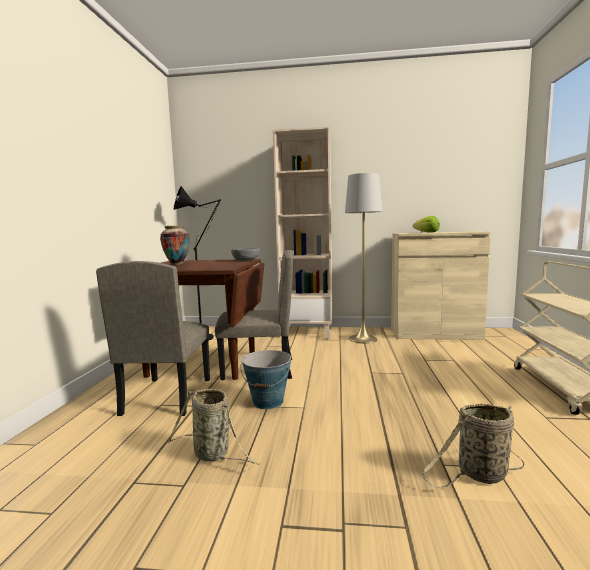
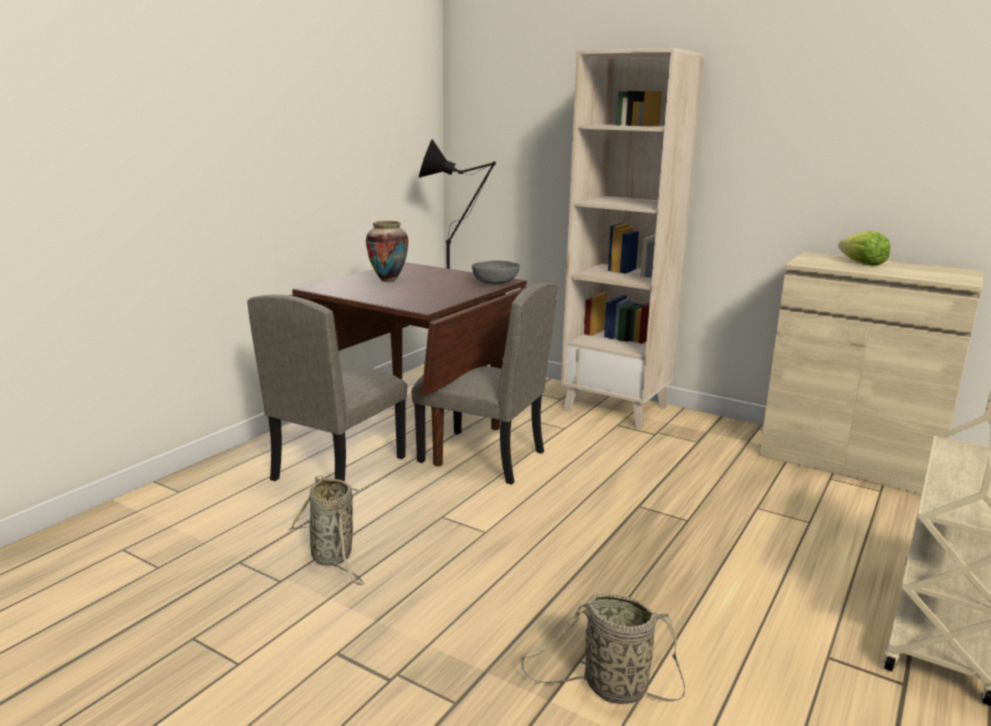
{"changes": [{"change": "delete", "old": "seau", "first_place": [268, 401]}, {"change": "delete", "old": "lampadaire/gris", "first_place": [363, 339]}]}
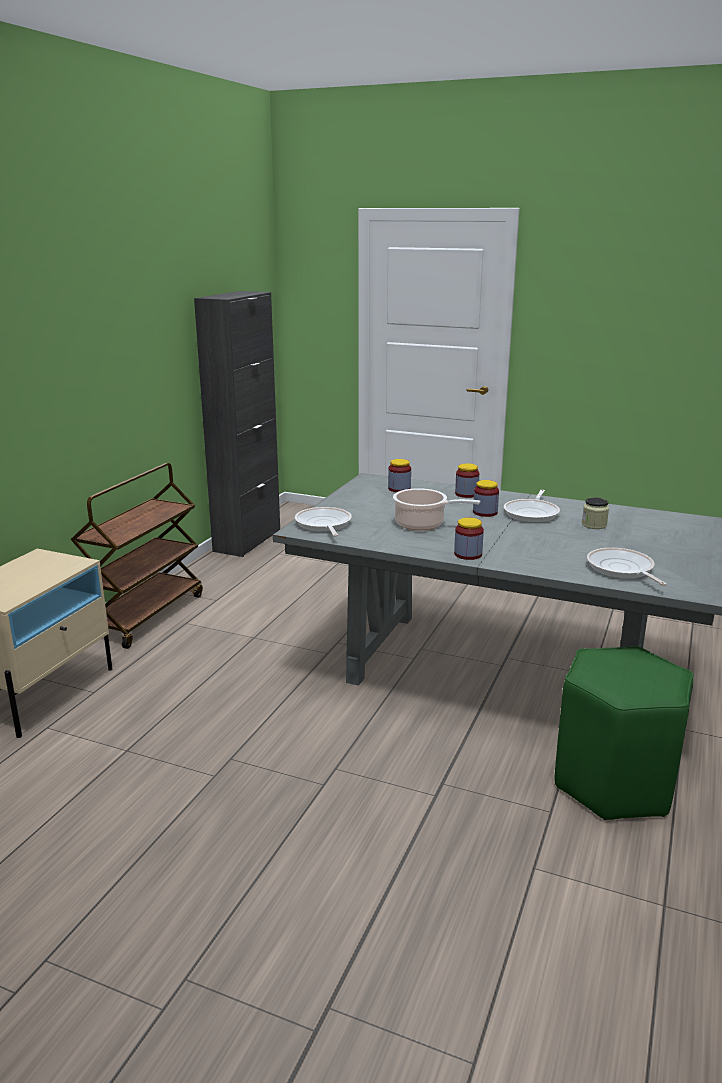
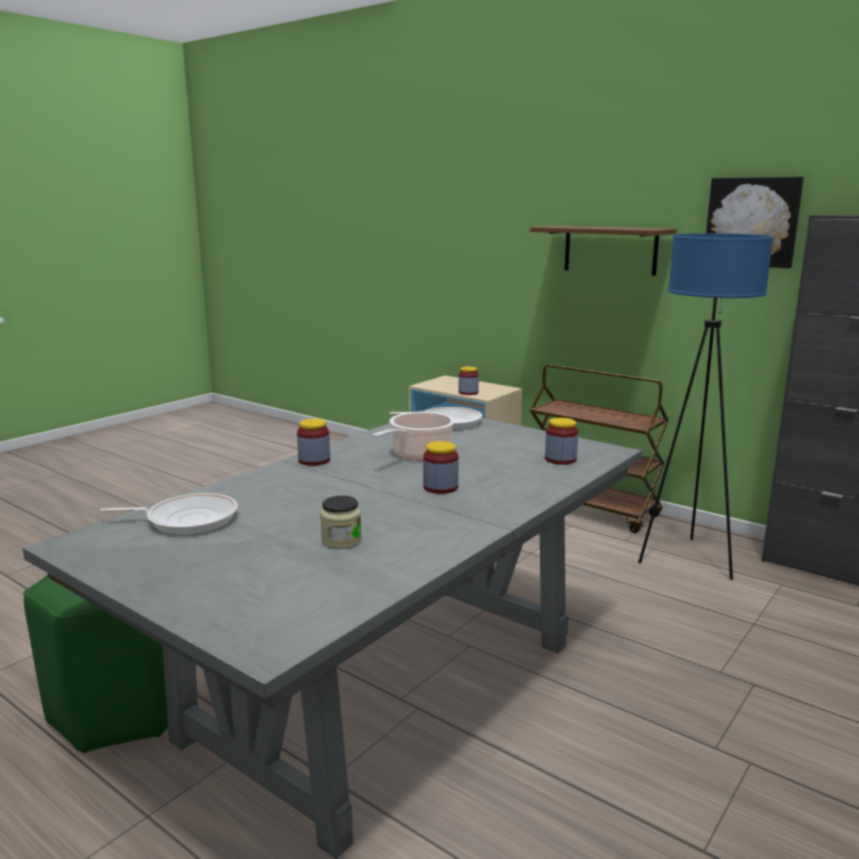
{"changes": [{"change": "delete", "old": "poêle", "first_place": [532, 513]}, {"change": "insert", "new": "étagère/marron", "second_place": [610, 250]}, {"change": "insert", "new": "lampadaire/bleu", "second_place": [687, 559]}, {"change": "insert", "new": "tableau", "second_place": [752, 222]}, {"change": "move", "old": "bocal", "first_place": [466, 494], "second_place": [468, 392]}]}
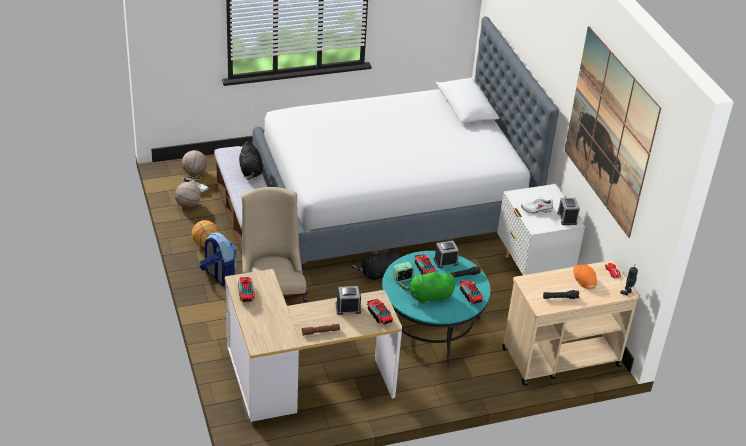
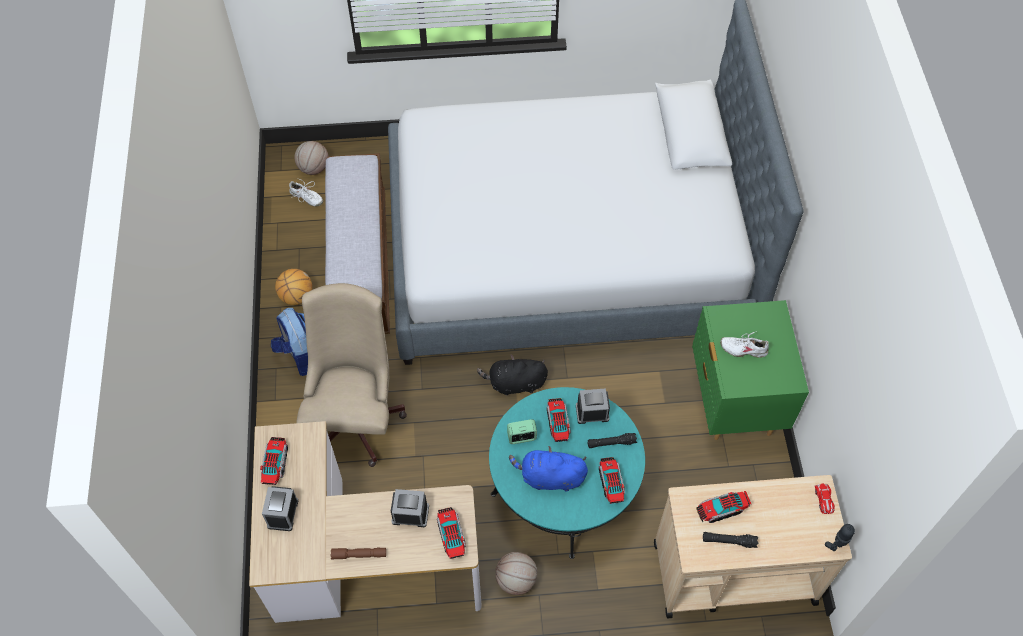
{"changes": [{"change": "delete", "old": "peluche/noir", "first_place": [251, 171]}, {"change": "delete", "old": "tableau", "first_place": [610, 131]}, {"change": "delete", "old": "casquette/orange", "first_place": [584, 278]}, {"change": "insert", "new": "camion jouet", "second_place": [721, 509]}, {"change": "move", "old": "ballon de basket", "first_place": [188, 205], "second_place": [516, 580]}, {"change": "move", "old": "réveil", "first_place": [567, 218], "second_place": [283, 513]}, {"change": "recolor", "old": "peluche/vert", "new": "peluche/bleu", "first_place": [428, 297], "second_place": [550, 477]}, {"change": "recolor", "old": "table de chevet/blanc", "new": "table de chevet/vert", "first_place": [532, 270], "second_place": [734, 403]}]}
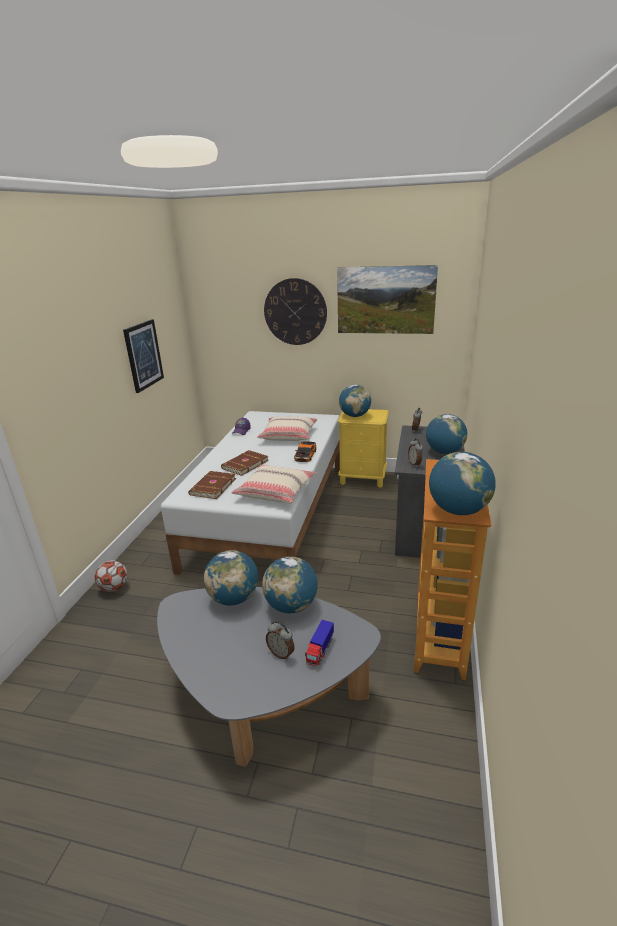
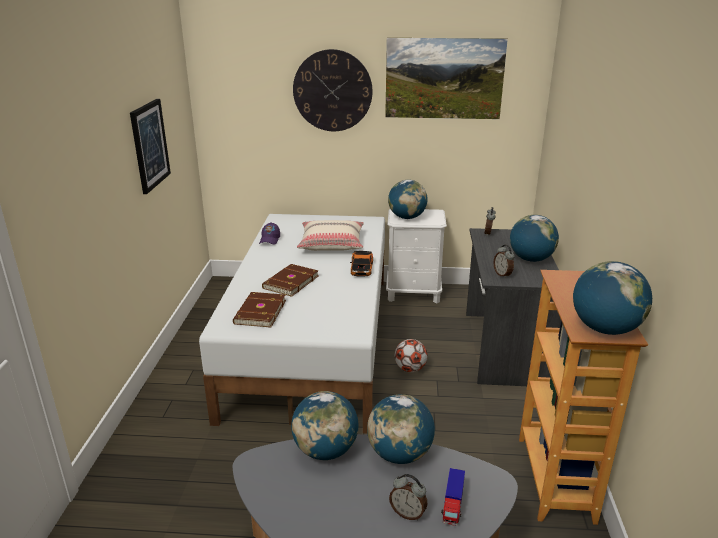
{"changes": [{"change": "delete", "old": "coussin/beige", "first_place": [276, 491]}, {"change": "move", "old": "ballon de foot", "first_place": [114, 587], "second_place": [410, 369]}, {"change": "recolor", "old": "table de chevet/jaune", "new": "table de chevet/blanc", "first_place": [363, 478], "second_place": [414, 293]}]}
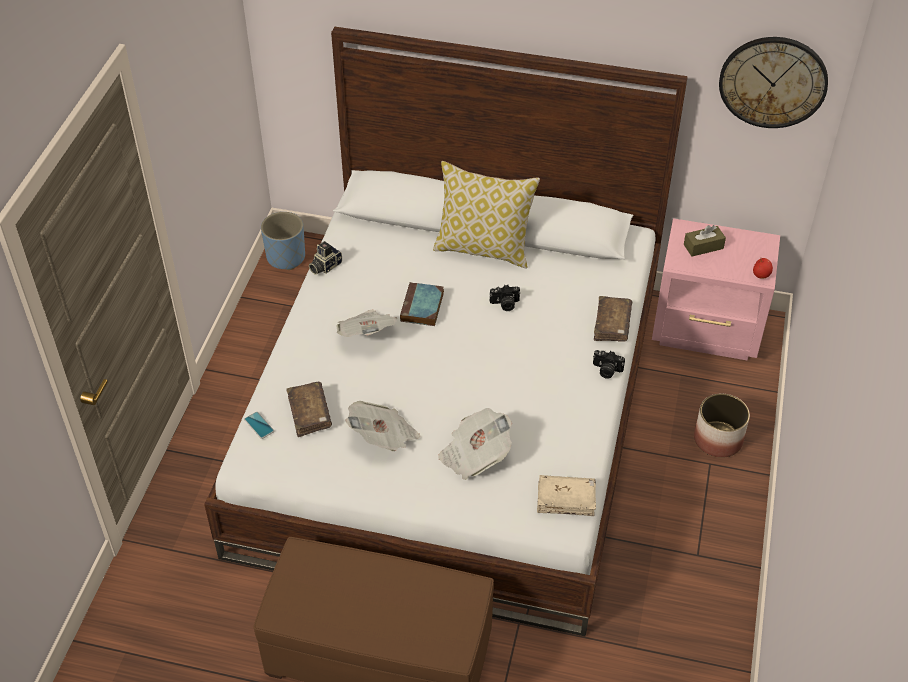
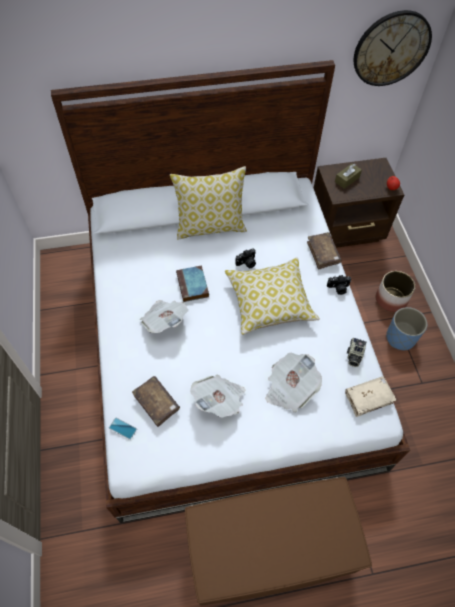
{"changes": [{"change": "insert", "new": "coussin", "second_place": [270, 302]}, {"change": "move", "old": "cache-pot/bleu", "first_place": [286, 257], "second_place": [400, 338]}, {"change": "move", "old": "appareil photo", "first_place": [324, 266], "second_place": [354, 355]}, {"change": "recolor", "old": "table de chevet/rose", "new": "table de chevet/marron", "first_place": [707, 331], "second_place": [346, 230]}]}
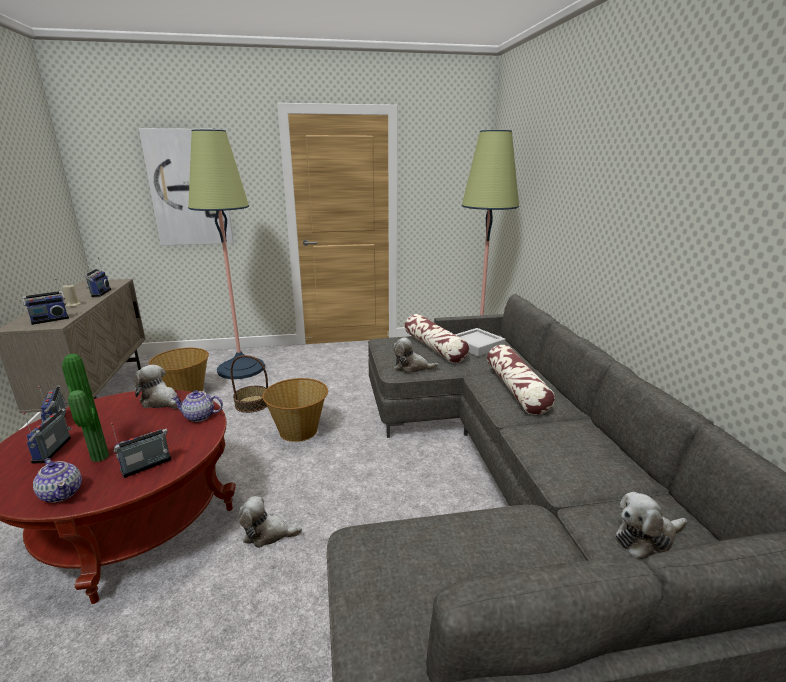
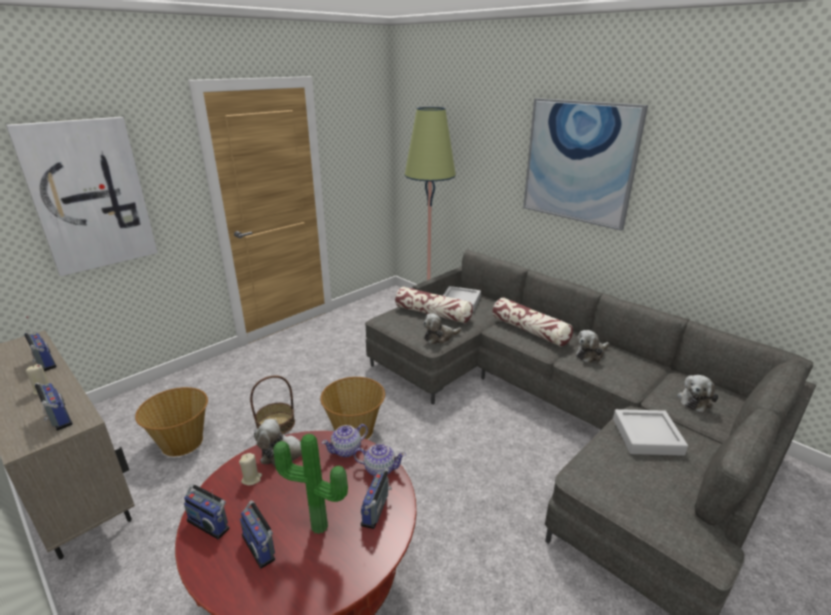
{"changes": [{"change": "delete", "old": "lampadaire", "first_place": [241, 369]}, {"change": "insert", "new": "bougie/beige", "second_place": [251, 479]}, {"change": "insert", "new": "tableau", "second_place": [579, 162]}, {"change": "insert", "new": "plateau/gris", "second_place": [647, 436]}, {"change": "move", "old": "théière", "first_place": [62, 493], "second_place": [379, 468]}, {"change": "move", "old": "peluche", "first_place": [267, 534], "second_place": [590, 354]}, {"change": "rotate", "old": "radio", "first_place": [50, 319], "second_place": [57, 418], "degrees": -60}]}
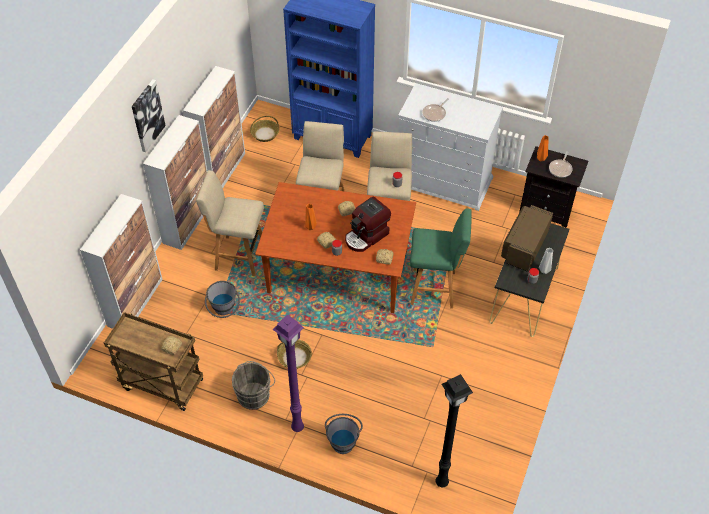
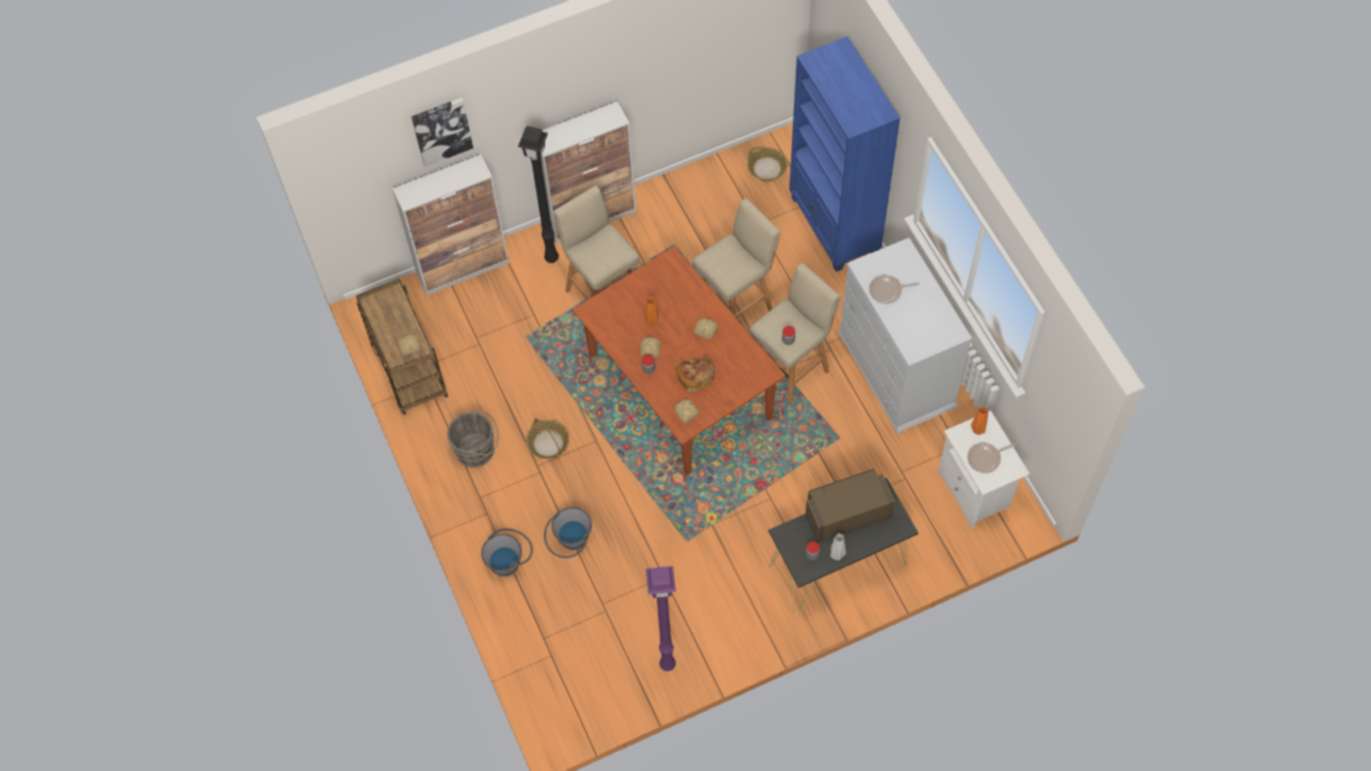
{"changes": [{"change": "delete", "old": "meuble de rangement", "first_place": [222, 172]}, {"change": "delete", "old": "tabouret/vert", "first_place": [435, 288]}, {"change": "move", "old": "tableau", "first_place": [147, 115], "second_place": [442, 130]}, {"change": "move", "old": "seau/gris", "first_place": [224, 311], "second_place": [570, 543]}, {"change": "move", "old": "lampadaire/violet", "first_place": [296, 427], "second_place": [666, 663]}, {"change": "move", "old": "lampadaire/noir", "first_place": [441, 483], "second_place": [550, 259]}, {"change": "replace", "old": "machine à café", "new": "pain", "first_place": [366, 236], "second_place": [695, 375]}, {"change": "recolor", "old": "table de chevet/noir", "new": "table de chevet/blanc", "first_place": [547, 208], "second_place": [975, 491]}]}
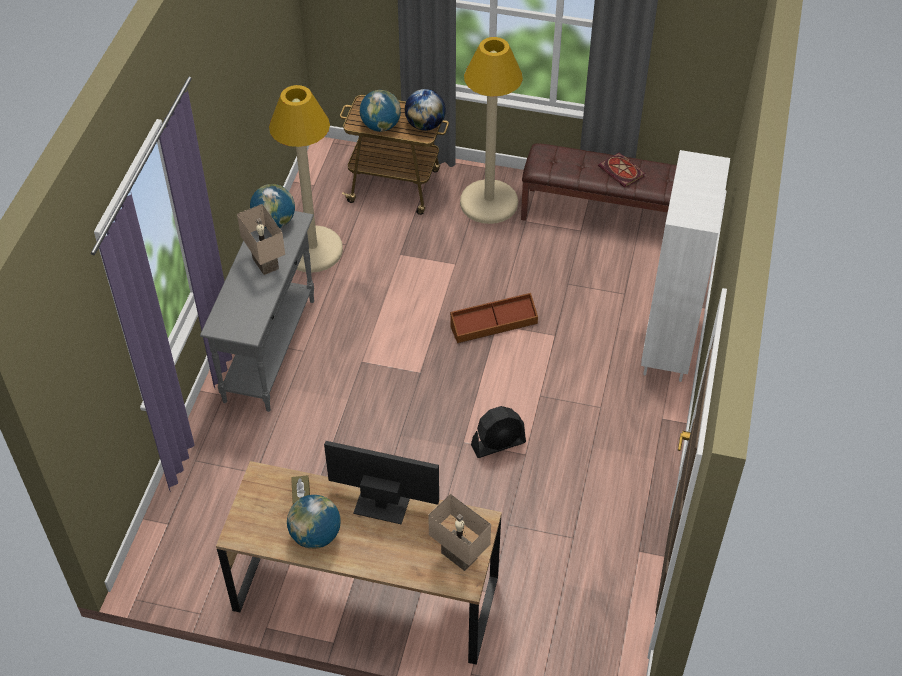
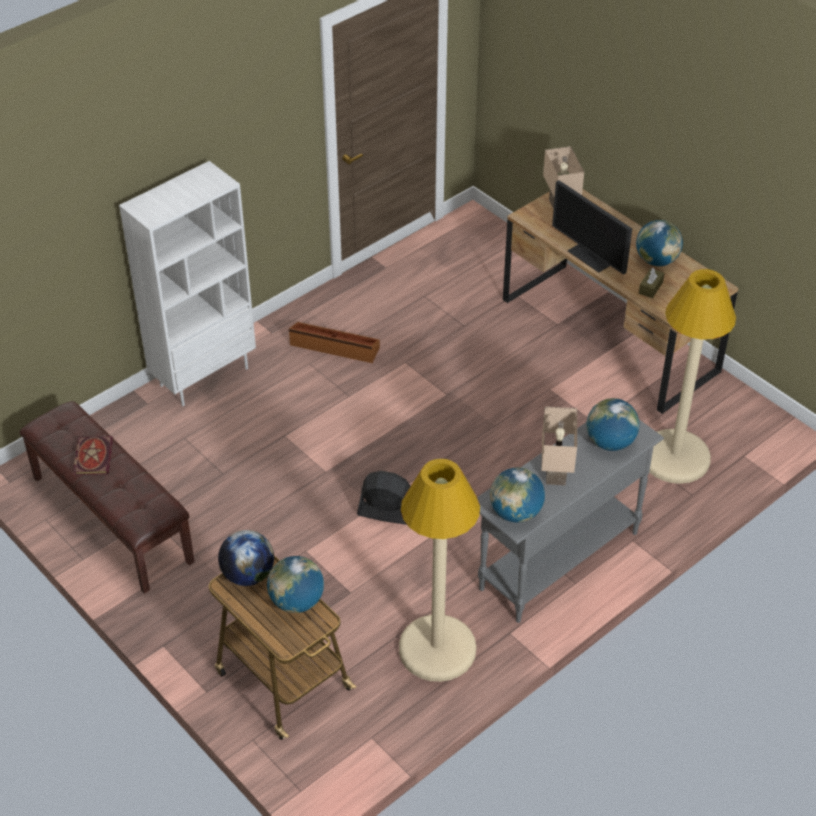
{"changes": [{"change": "insert", "new": "globe", "second_place": [610, 442]}, {"change": "move", "old": "boîte de rangement/marron", "first_place": [493, 324], "second_place": [334, 347]}, {"change": "move", "old": "lampadaire/beige", "first_place": [488, 202], "second_place": [675, 457]}, {"change": "move", "old": "ventilateur/noir", "first_place": [498, 444], "second_place": [386, 513]}]}
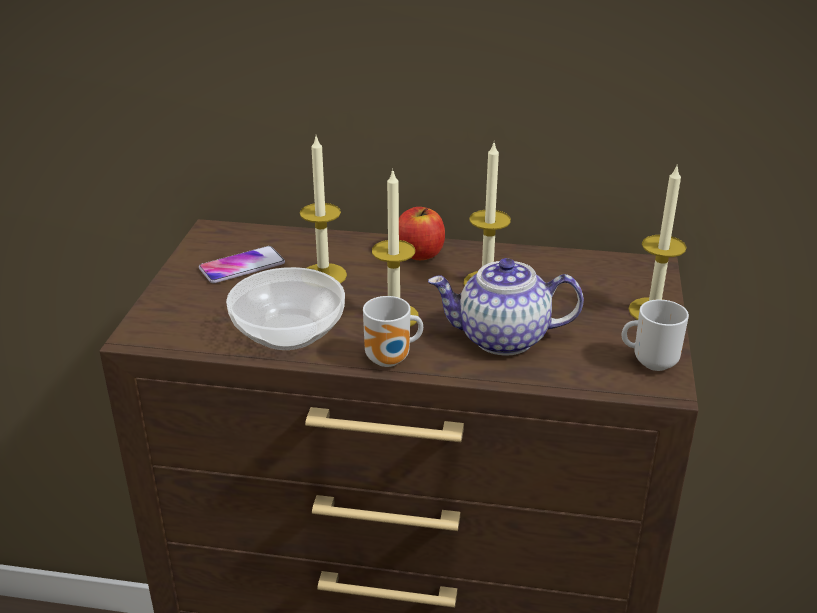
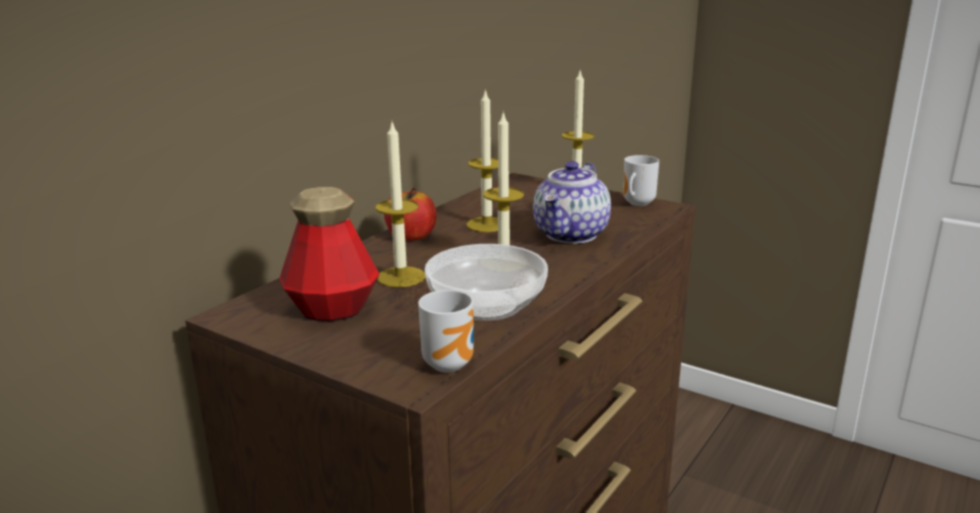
{"changes": [{"change": "move", "old": "mug", "first_place": [391, 360], "second_place": [451, 363]}, {"change": "replace", "old": "téléphone", "new": "bouteille", "first_place": [242, 266], "second_place": [332, 310]}]}
